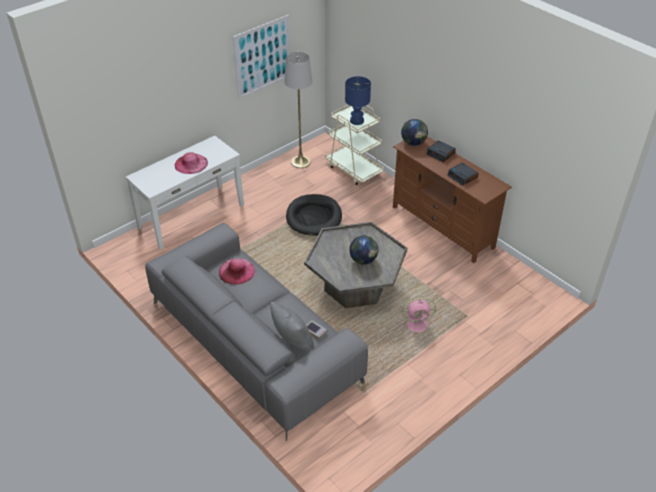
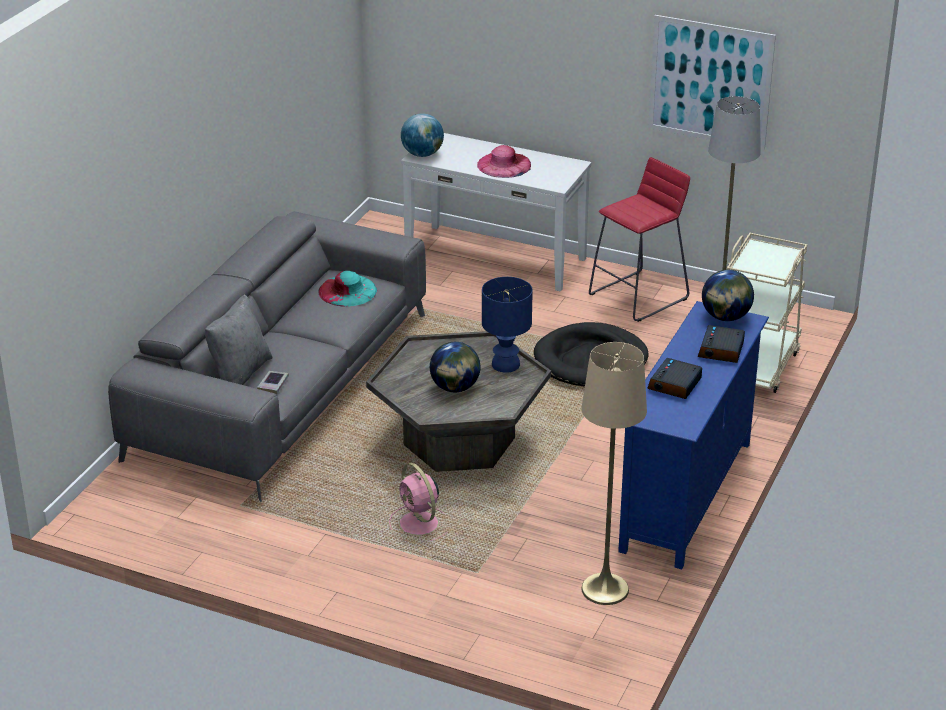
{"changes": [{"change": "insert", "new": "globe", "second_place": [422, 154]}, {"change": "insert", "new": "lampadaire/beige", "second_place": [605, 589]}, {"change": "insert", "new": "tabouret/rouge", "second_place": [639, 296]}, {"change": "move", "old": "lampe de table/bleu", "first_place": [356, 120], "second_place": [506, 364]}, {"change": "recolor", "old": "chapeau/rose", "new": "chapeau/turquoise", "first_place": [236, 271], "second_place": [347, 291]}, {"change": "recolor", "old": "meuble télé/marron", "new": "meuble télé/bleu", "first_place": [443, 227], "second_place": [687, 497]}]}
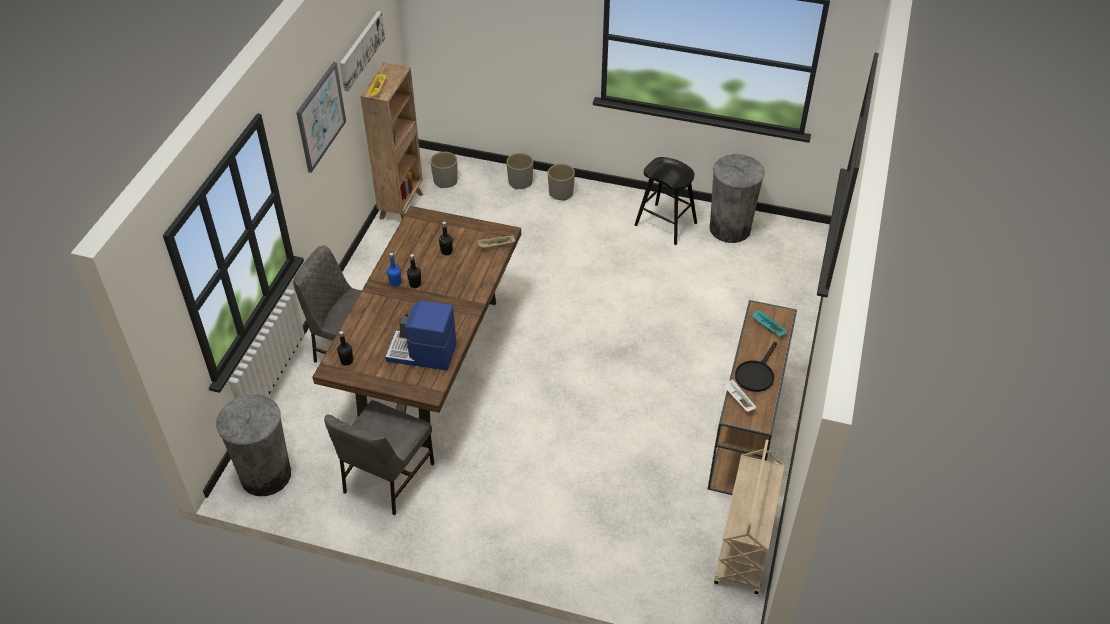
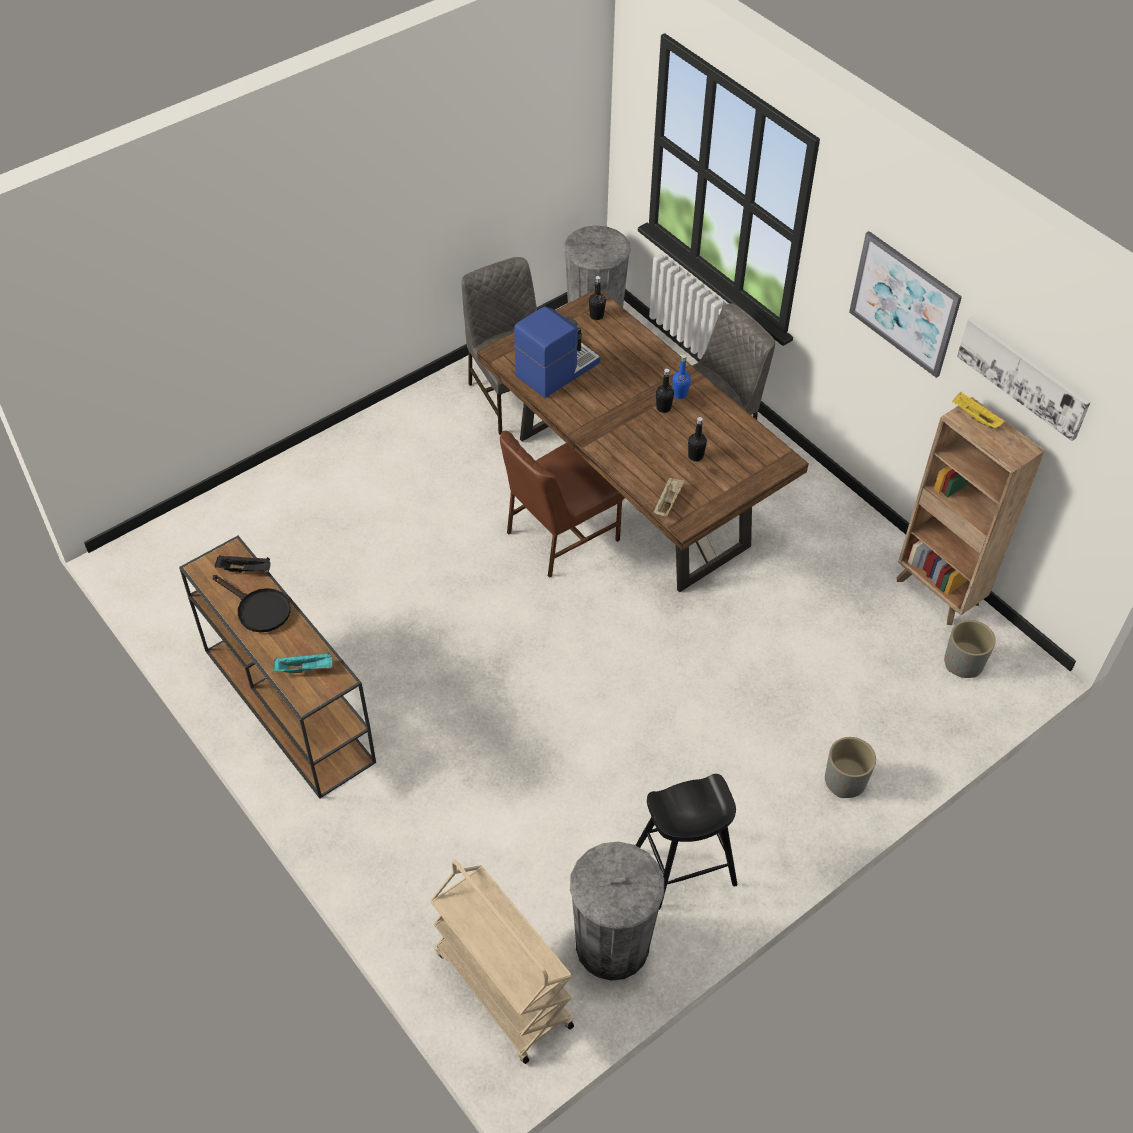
{"changes": [{"change": "delete", "old": "cache-pot/gris", "first_place": [520, 182]}, {"change": "insert", "new": "chaise/marron", "second_place": [560, 536]}, {"change": "move", "old": "chariot/beige", "first_place": [744, 547], "second_place": [502, 988]}, {"change": "recolor", "old": "plateau/blanc", "new": "plateau/noir", "first_place": [738, 400], "second_place": [245, 569]}, {"change": "rotate", "old": "poêle/noir", "first_place": [756, 374], "second_place": [258, 609], "degrees": 150}]}
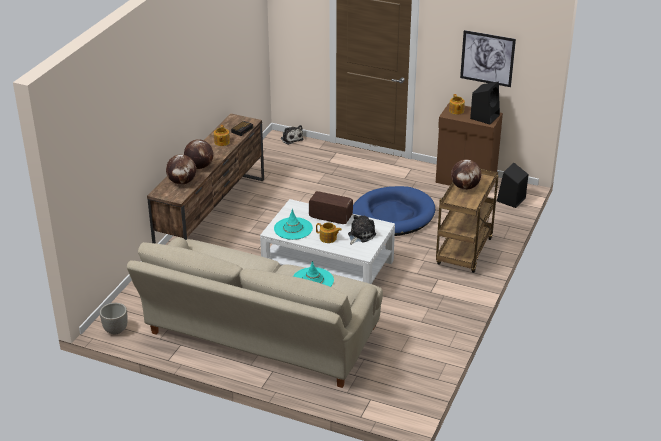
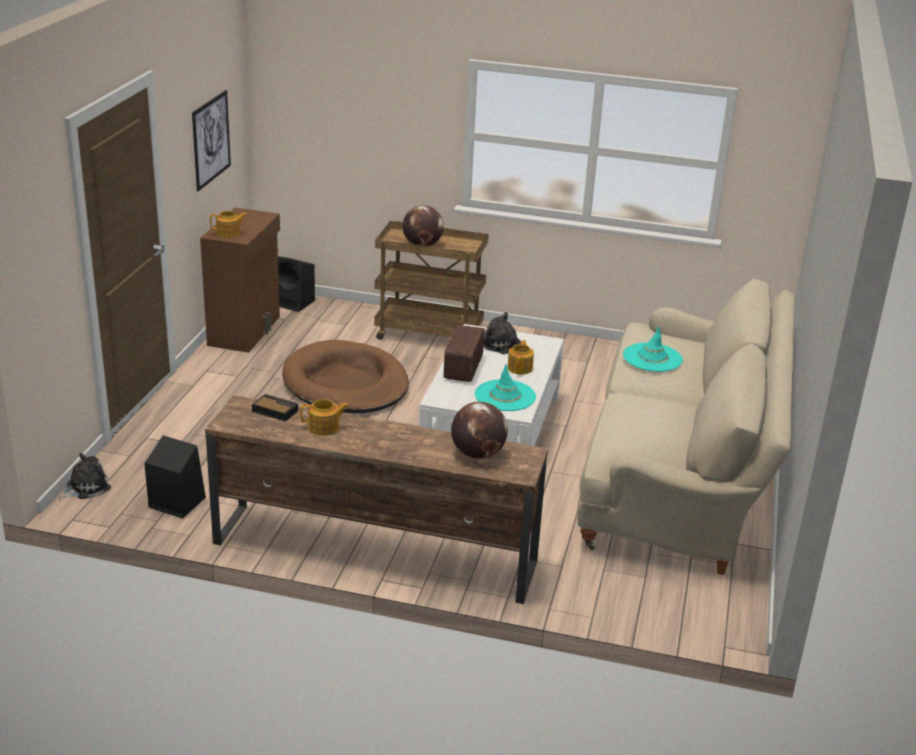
{"changes": [{"change": "delete", "old": "cache-pot", "first_place": [115, 330]}, {"change": "delete", "old": "globe", "first_place": [199, 166]}, {"change": "move", "old": "enceinte/noir", "first_place": [485, 116], "second_place": [175, 502]}, {"change": "recolor", "old": "panier pour chien/bleu", "new": "panier pour chien/marron", "first_place": [392, 215], "second_place": [346, 384]}]}
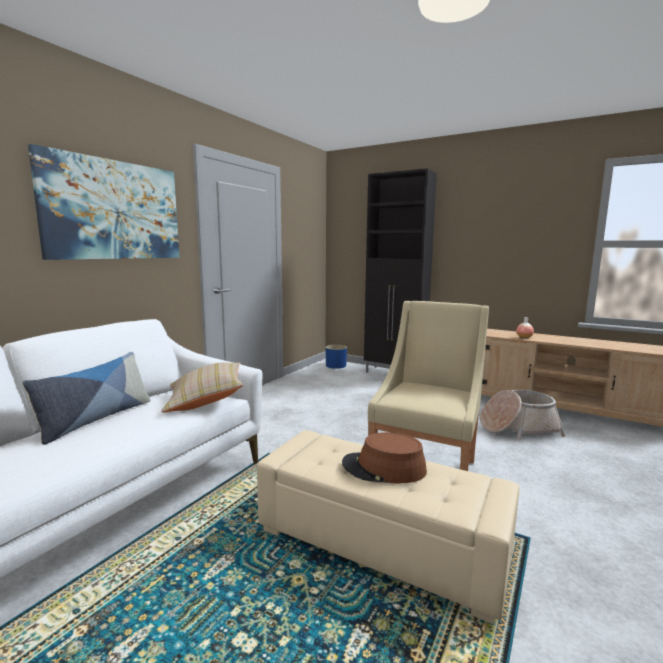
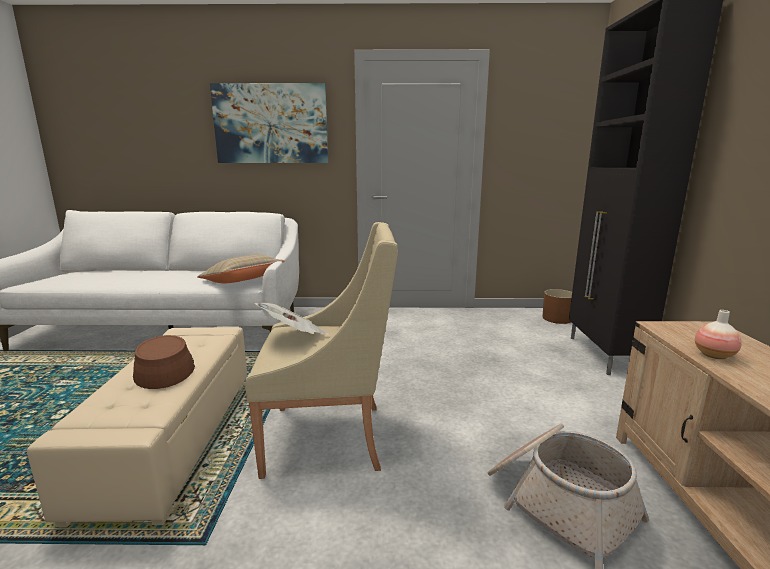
{"changes": [{"change": "delete", "old": "coussin", "first_place": [96, 419]}, {"change": "insert", "new": "journal", "second_place": [294, 336]}, {"change": "recolor", "old": "cache-pot/bleu", "new": "cache-pot/marron", "first_place": [336, 365], "second_place": [557, 318]}]}
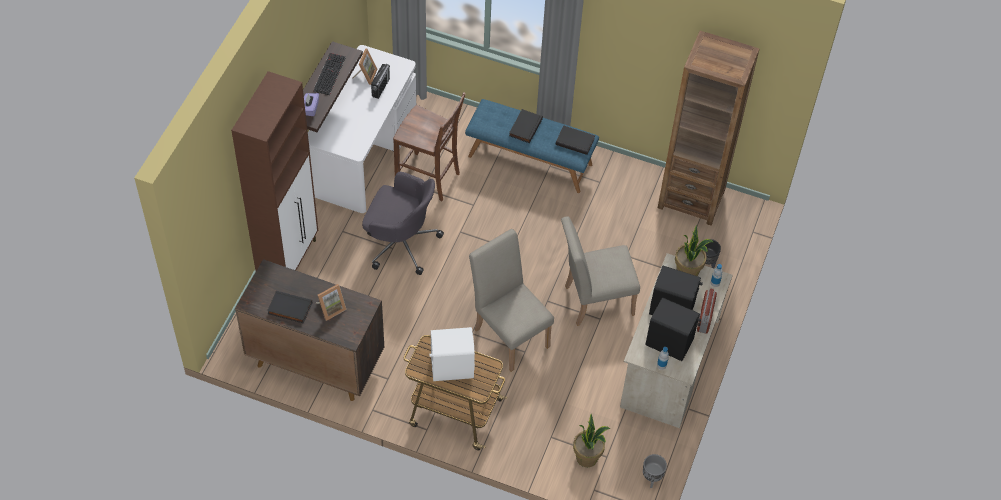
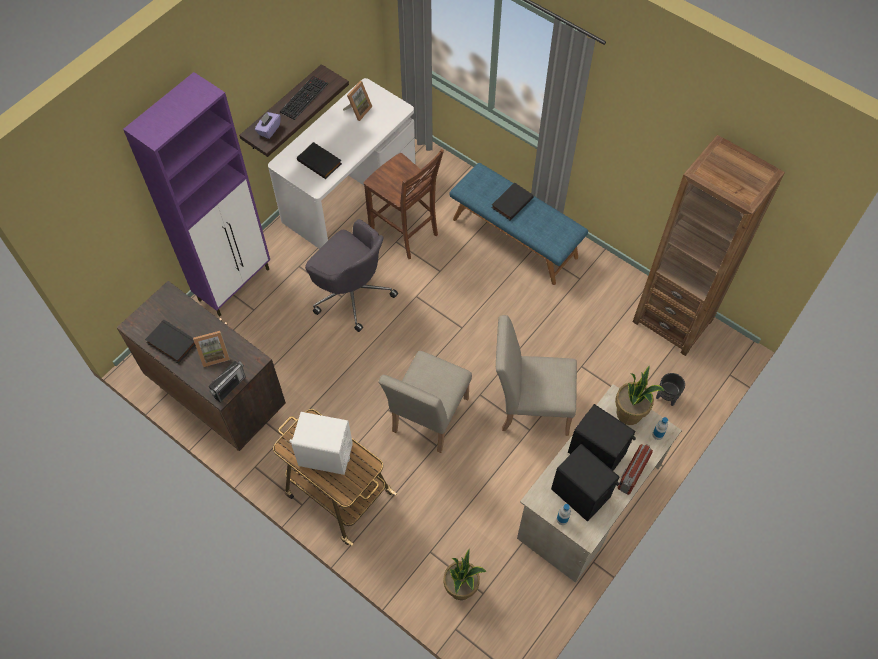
{"changes": [{"change": "delete", "old": "cache-pot/gris", "first_place": [651, 479]}, {"change": "move", "old": "radio", "first_place": [380, 87], "second_place": [229, 387]}, {"change": "move", "old": "livre/noir", "first_place": [575, 141], "second_place": [320, 162]}, {"change": "recolor", "old": "meuble de rangement/marron", "new": "meuble de rangement/violet", "first_place": [289, 261], "second_place": [235, 284]}, {"change": "rotate", "old": "chaise/beige", "first_place": [509, 333], "second_place": [427, 420], "degrees": -135}]}
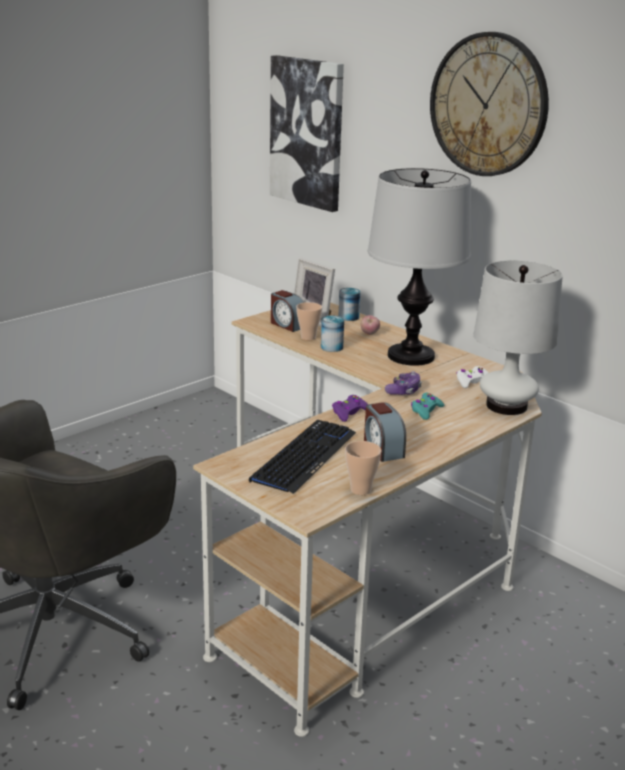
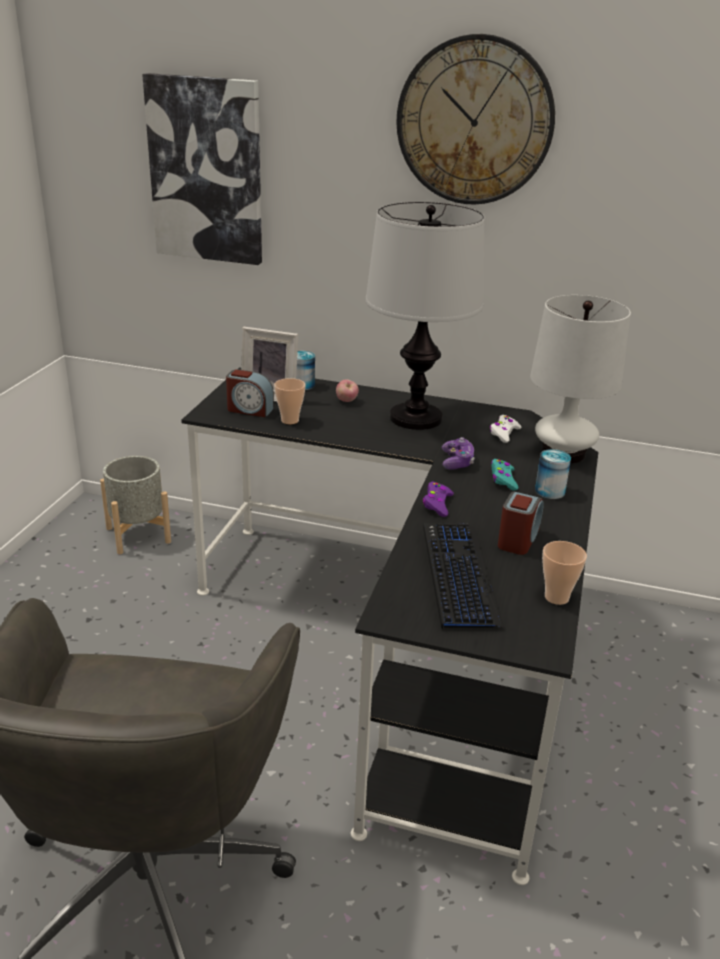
{"changes": [{"change": "insert", "new": "cache-pot/gris", "second_place": [139, 535]}, {"change": "move", "old": "boîte métallique", "first_place": [331, 347], "second_place": [550, 491]}, {"change": "recolor", "old": "bureau/beige", "new": "bureau/noir", "first_place": [362, 556], "second_place": [406, 646]}, {"change": "rotate", "old": "réveil", "first_place": [382, 449], "second_place": [518, 539], "degrees": -105}]}
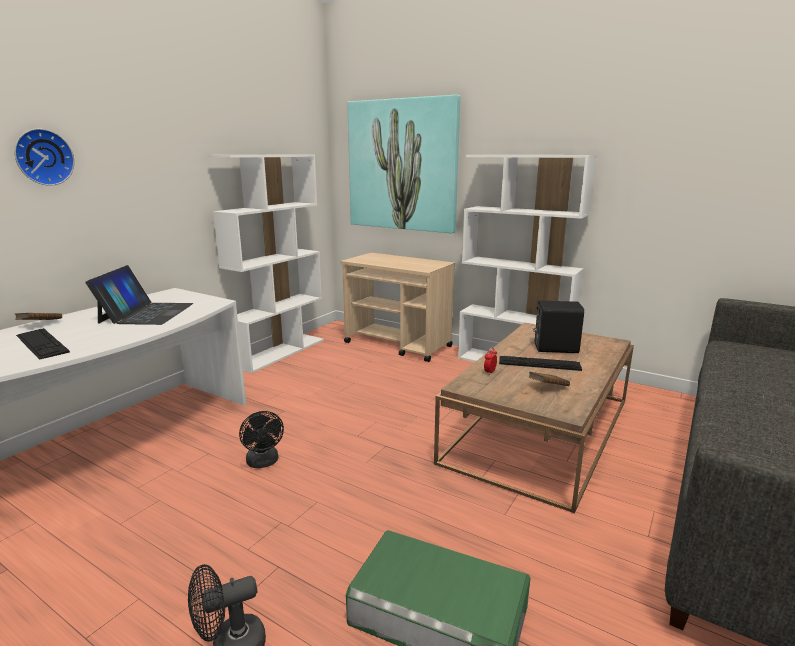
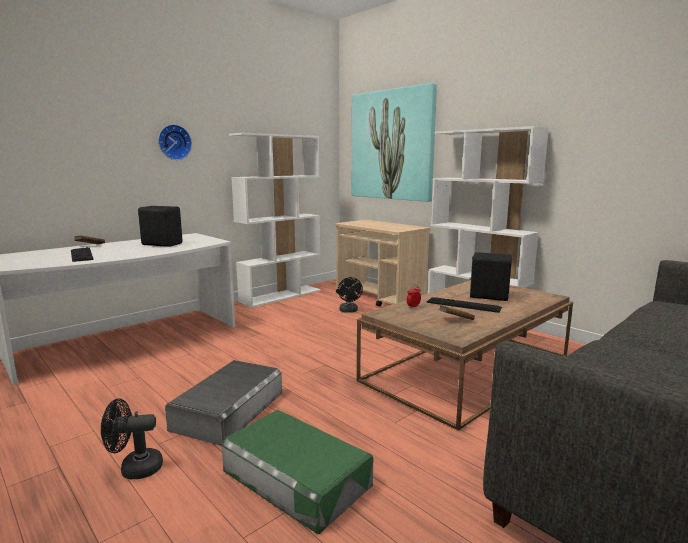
{"changes": [{"change": "insert", "new": "boîte de rangement/gris", "second_place": [228, 410]}, {"change": "move", "old": "horloge murale", "first_place": [43, 157], "second_place": [174, 142]}, {"change": "move", "old": "ventilateur/noir", "first_place": [263, 463], "second_place": [349, 311]}, {"change": "replace", "old": "ordinateur portable", "new": "enceinte/noir", "first_place": [146, 313], "second_place": [162, 244]}]}
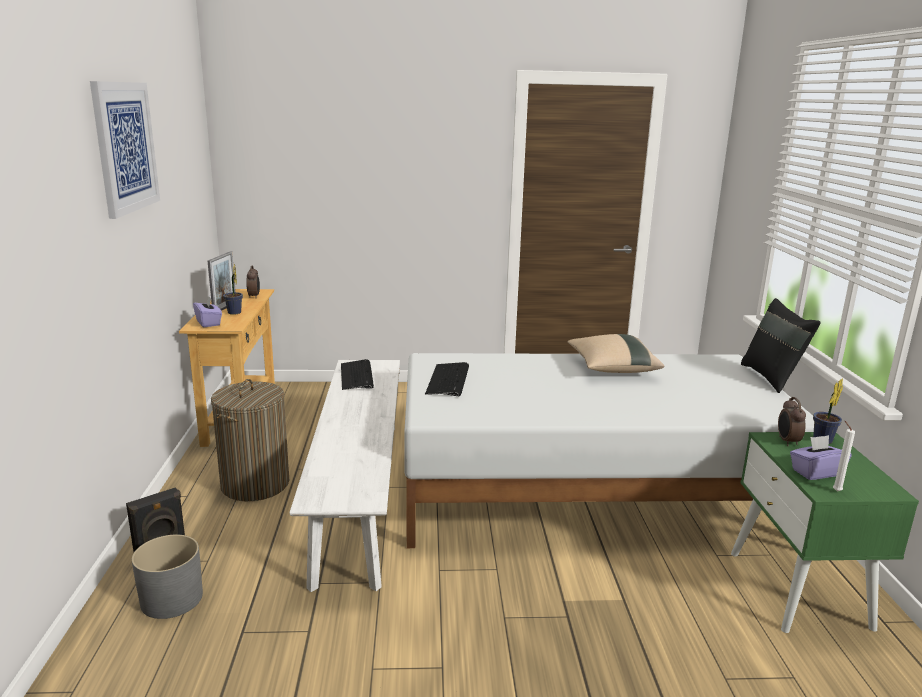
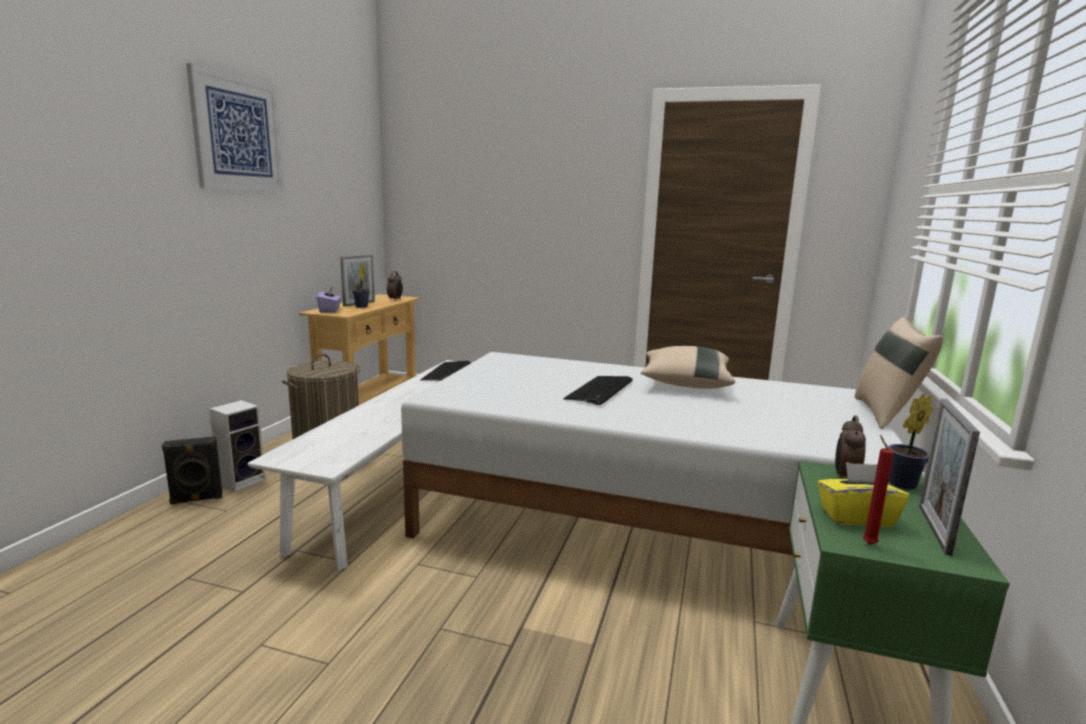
{"changes": [{"change": "delete", "old": "cache-pot/gris", "first_place": [172, 599]}, {"change": "insert", "new": "enceinte", "second_place": [243, 480]}, {"change": "insert", "new": "cadre photo", "second_place": [933, 529]}, {"change": "move", "old": "clavier", "first_place": [448, 380], "second_place": [600, 391]}, {"change": "recolor", "old": "coussin/noir", "new": "coussin/beige", "first_place": [772, 378], "second_place": [887, 414]}, {"change": "recolor", "old": "boîte à mouchoirs/violet", "new": "boîte à mouchoirs/jaune", "first_place": [816, 472], "second_place": [856, 517]}, {"change": "recolor", "old": "bougie/blanc", "new": "bougie/rouge", "first_place": [835, 490], "second_place": [868, 543]}]}
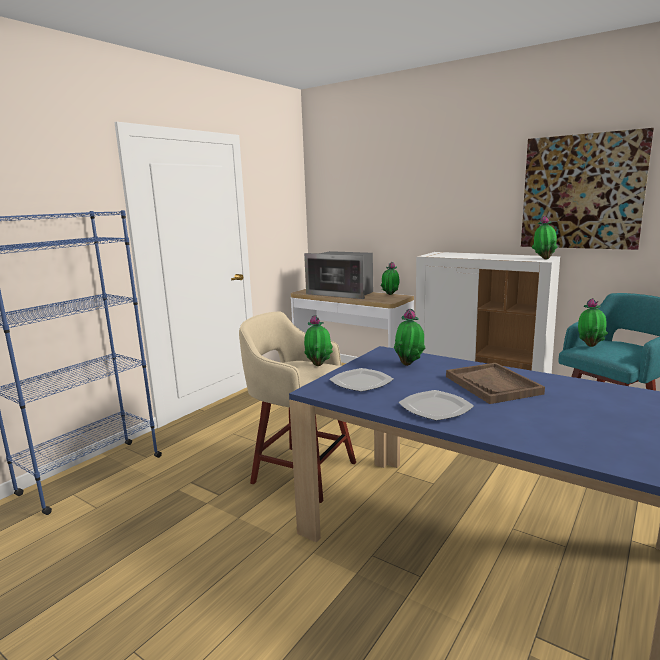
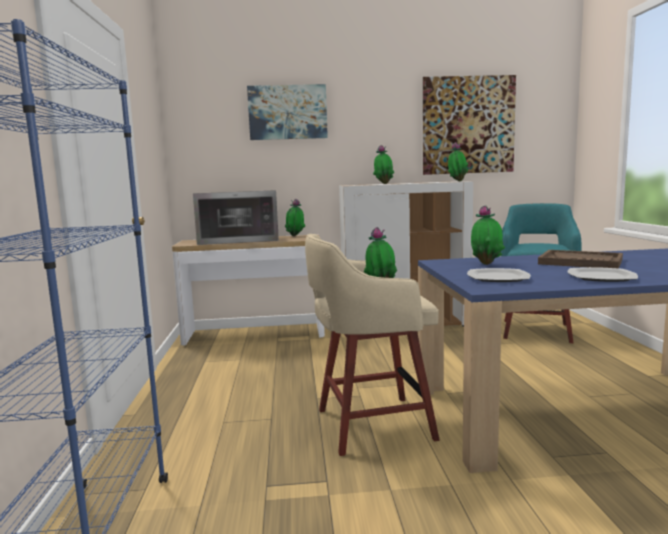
{"changes": [{"change": "insert", "new": "tableau", "second_place": [287, 112]}, {"change": "move", "old": "plante en pot", "first_place": [590, 345], "second_place": [383, 183]}]}
